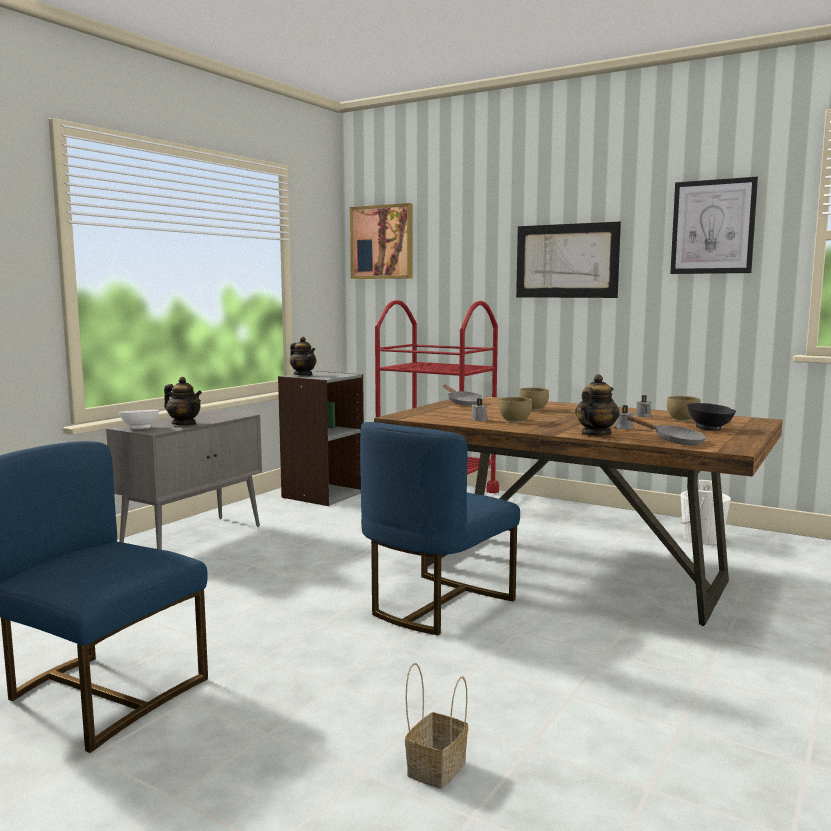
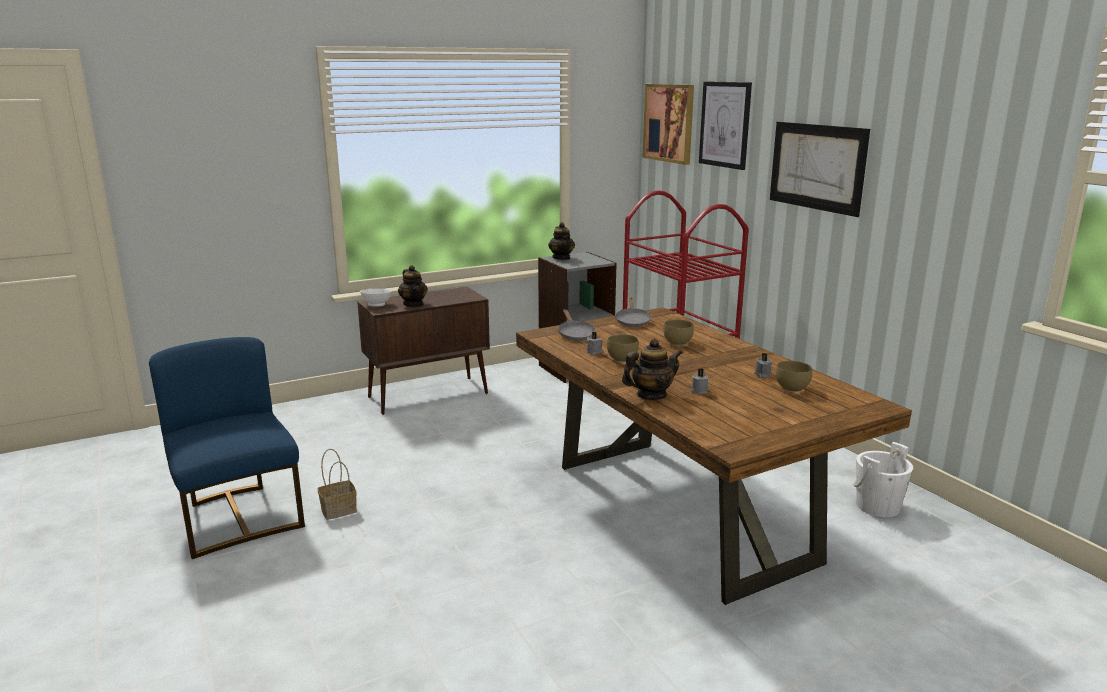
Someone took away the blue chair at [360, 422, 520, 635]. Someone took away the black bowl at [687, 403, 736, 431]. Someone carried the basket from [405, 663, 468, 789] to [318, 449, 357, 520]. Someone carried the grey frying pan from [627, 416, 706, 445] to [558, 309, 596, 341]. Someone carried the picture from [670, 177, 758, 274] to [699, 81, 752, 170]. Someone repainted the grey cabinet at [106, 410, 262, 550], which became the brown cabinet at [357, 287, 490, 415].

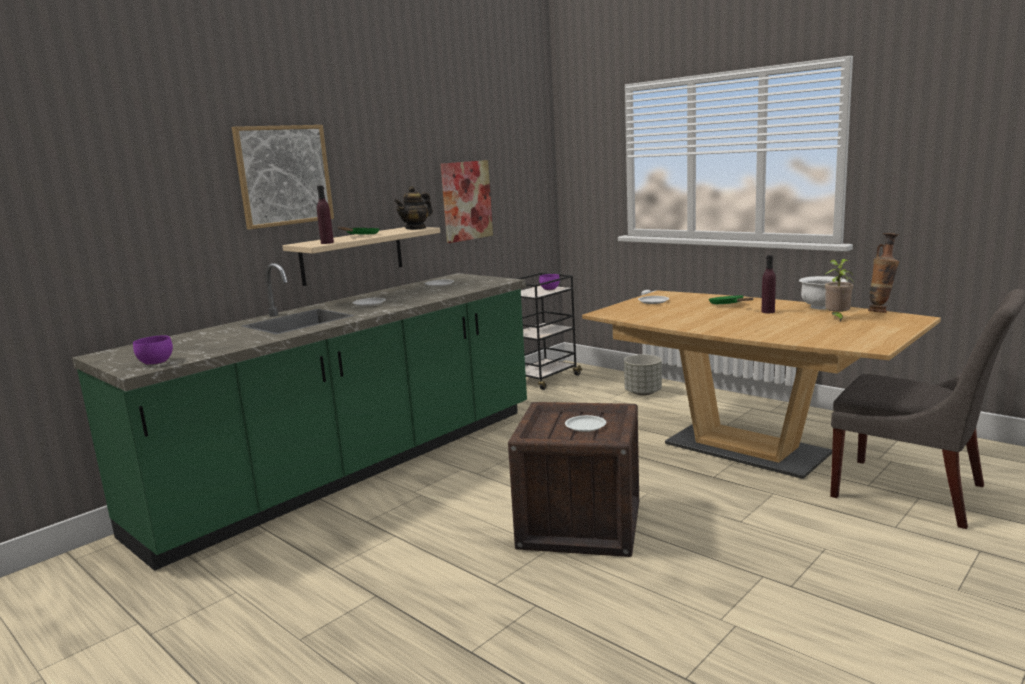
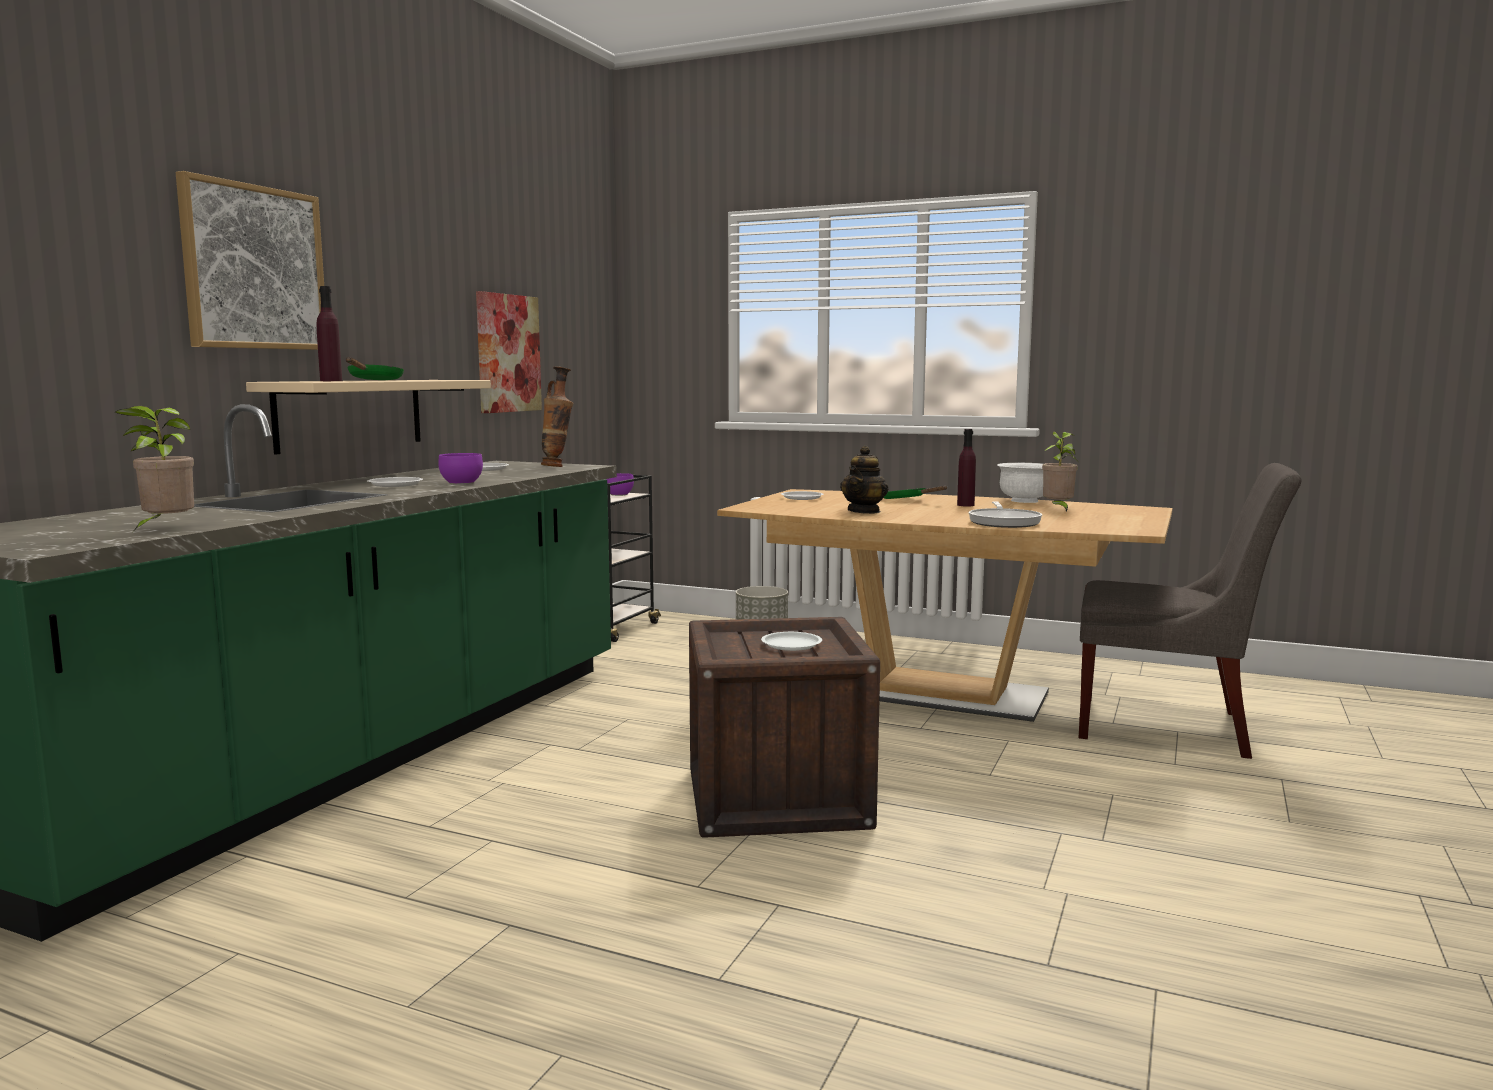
Someone put down the potted plant at [114, 406, 194, 530]. Someone put down the frying pan at [969, 501, 1042, 528]. Someone carried the purple bowl from [133, 336, 173, 365] to [438, 453, 483, 485]. Someone carried the teapot from [394, 186, 433, 230] to [840, 446, 888, 514]. Someone carried the vase from [868, 233, 899, 313] to [541, 367, 573, 467].

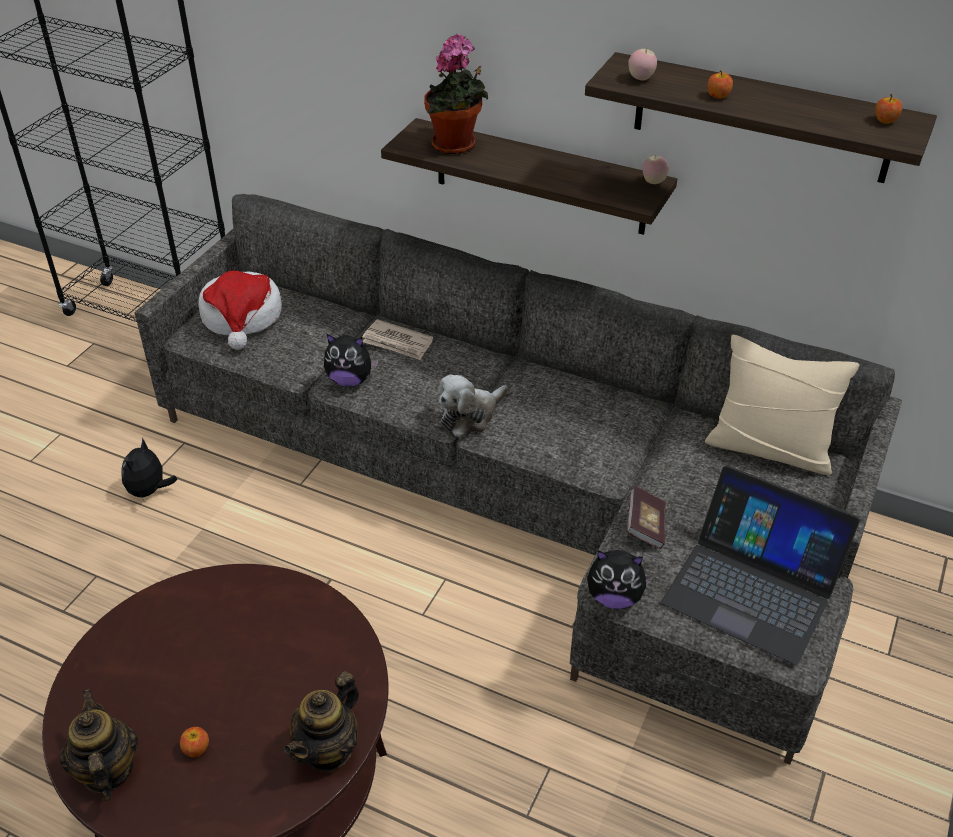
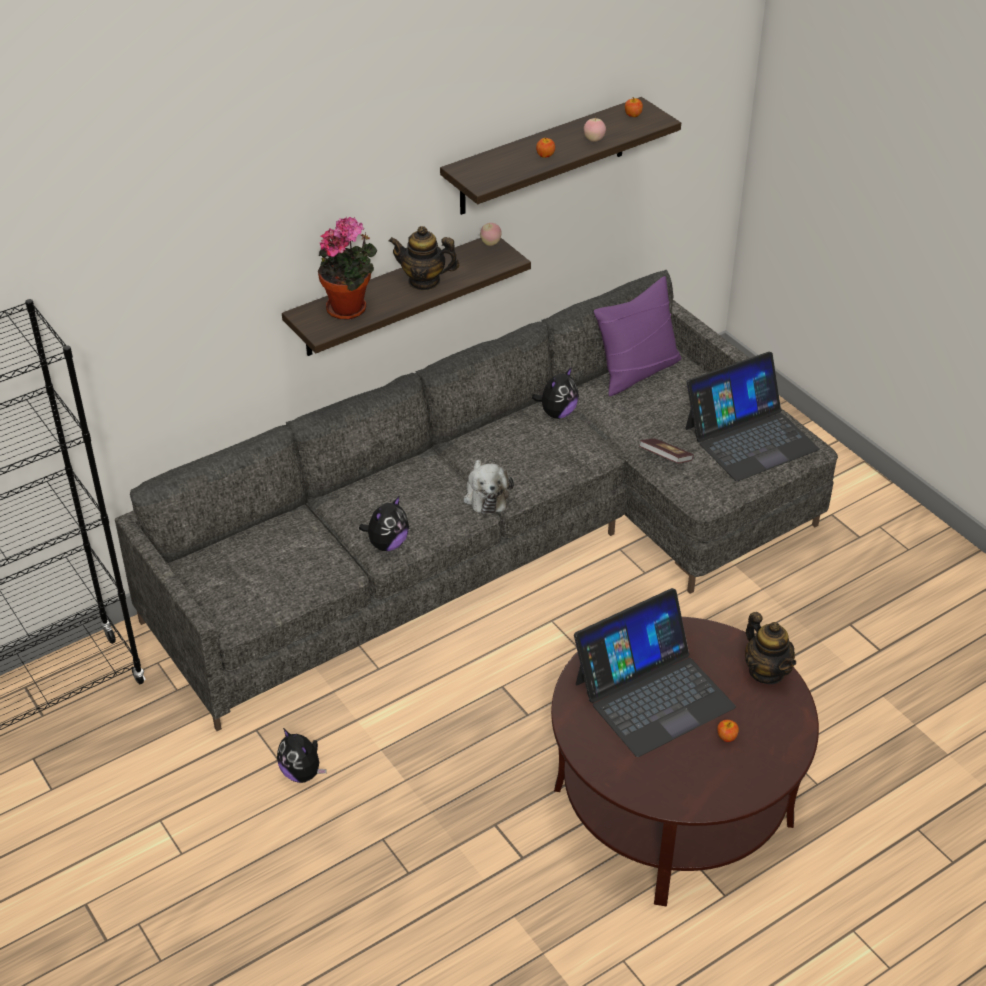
Someone took away the hat at [199, 271, 282, 350]. Someone took away the newspaper at [362, 319, 433, 360]. Someone put down the laptop at [574, 588, 736, 757]. Someone carried the teapot from [60, 689, 138, 802] to [388, 226, 459, 291]. Someone carried the plush toy from [587, 550, 652, 609] to [532, 367, 579, 418]. Someone carried the apple from [628, 48, 657, 81] to [584, 117, 606, 142]. Someone repainted the beige pillow at [705, 335, 860, 475], which became the purple pillow at [594, 276, 682, 396].

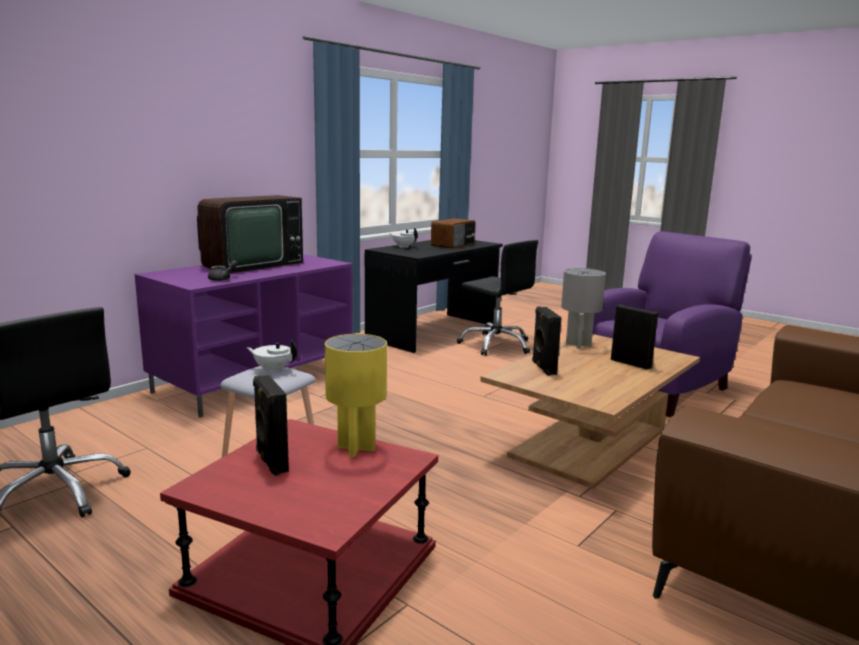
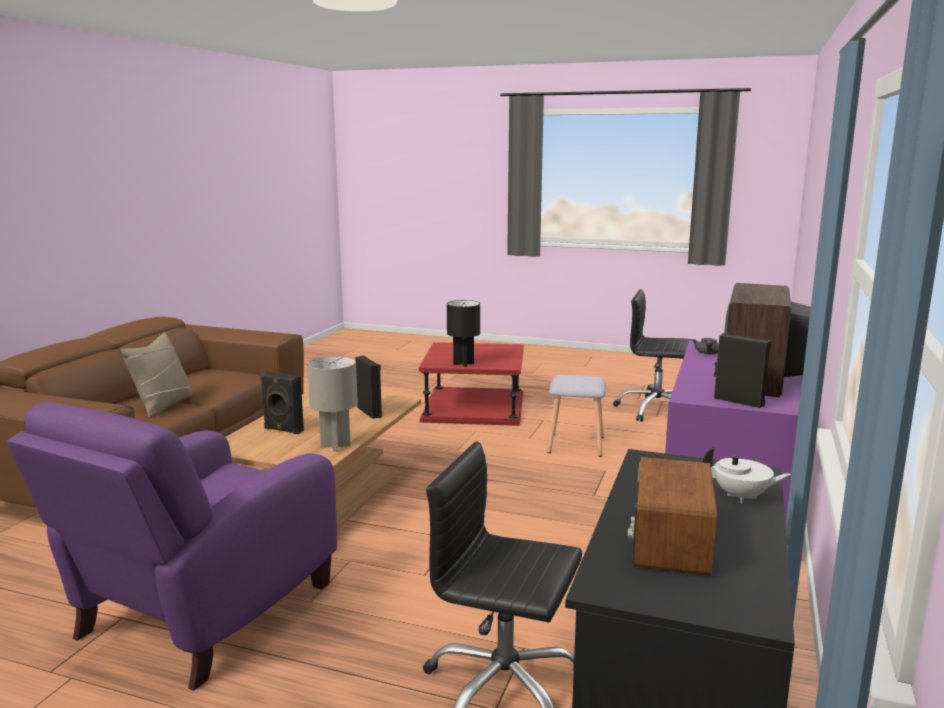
Someone took away the white teapot at [246, 340, 297, 373]. Someone put down the beige pillow at [120, 332, 193, 418]. Someone carried the black speaker from [253, 375, 289, 476] to [714, 333, 771, 408]. Someone repainted the yellow table lamp at [325, 334, 387, 457], which became the black table lamp at [447, 300, 480, 367].

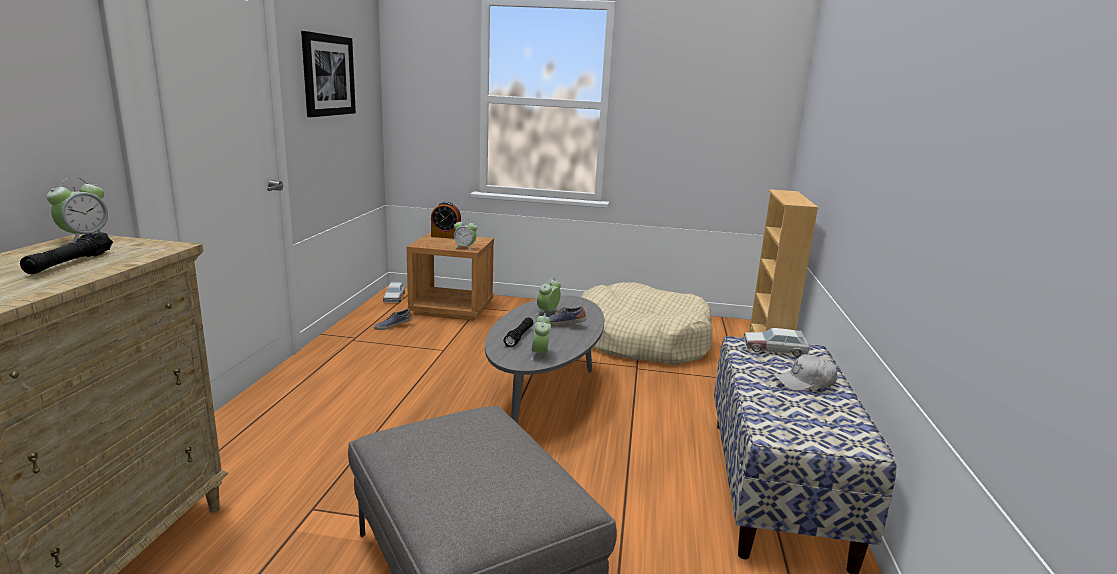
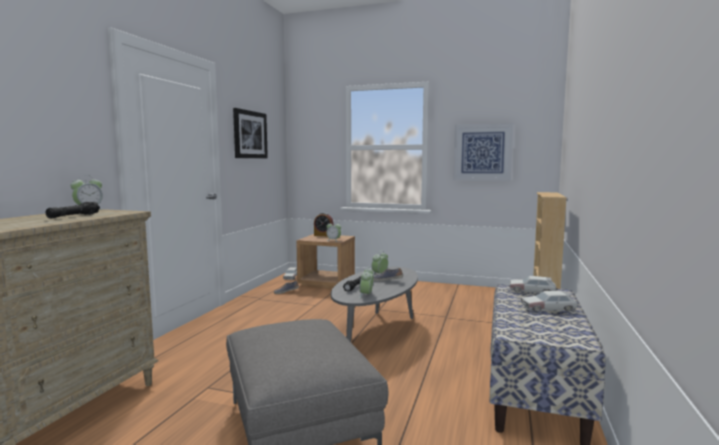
Someone took away the beige dog bed at [582, 282, 712, 365]. Someone put up the picture at [453, 123, 513, 181]. Someone swapped the white cap at [775, 354, 837, 391] for the toy car at [521, 291, 577, 312].

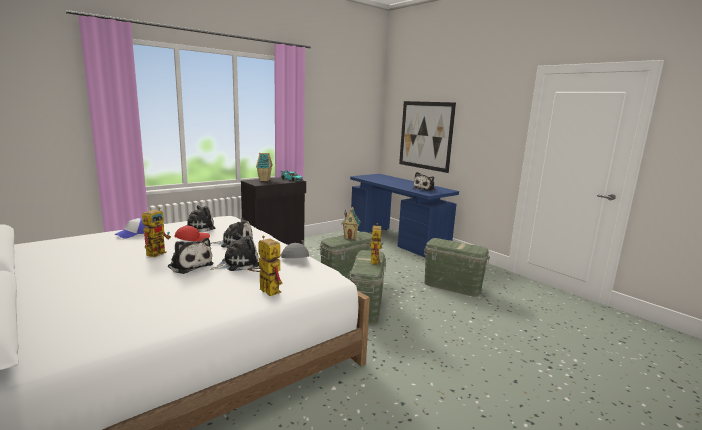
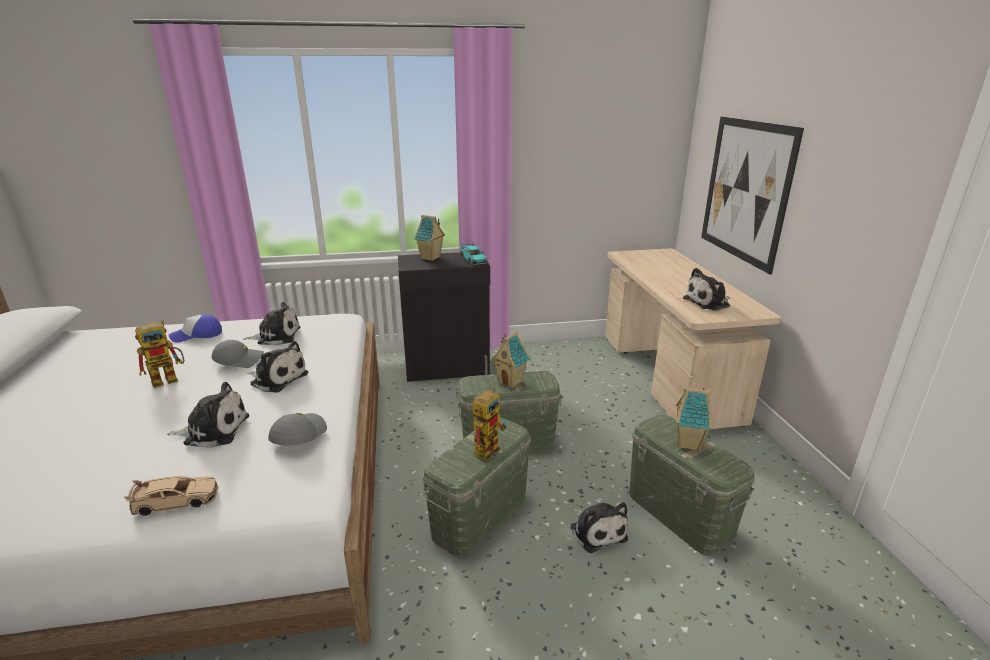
Someone put down the toy house at [676, 388, 712, 451]. Someone carried the plush toy from [168, 238, 213, 274] to [570, 502, 628, 553]. Someone swapped the toy robot at [248, 236, 283, 296] for the beige toy car at [124, 476, 219, 516]. Someone repainted the red cap at [174, 226, 210, 242], which became the grey cap at [211, 340, 264, 368]. Someone repainted the blue desk at [350, 174, 459, 258], which became the beige desk at [605, 249, 781, 429].

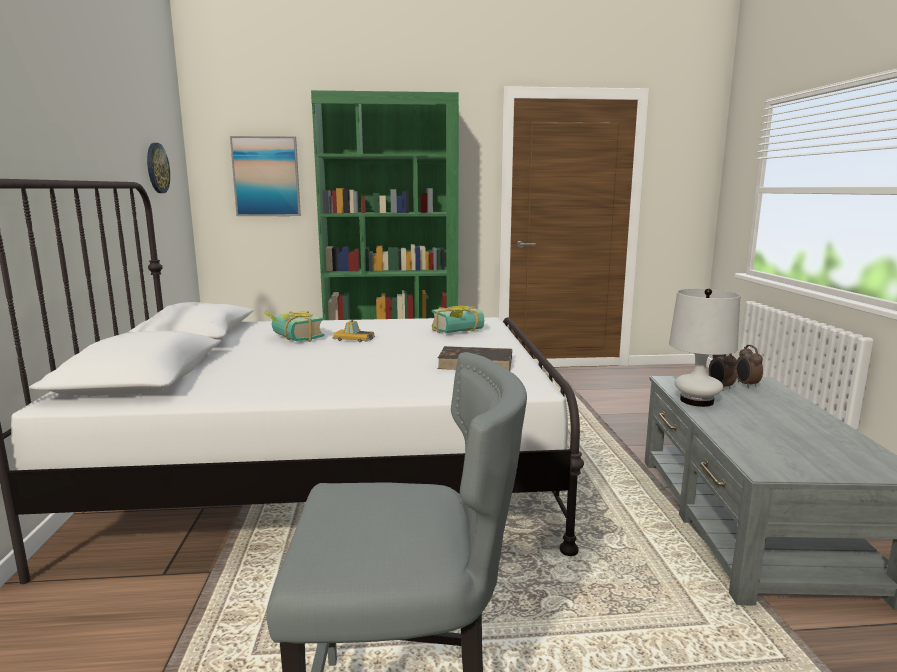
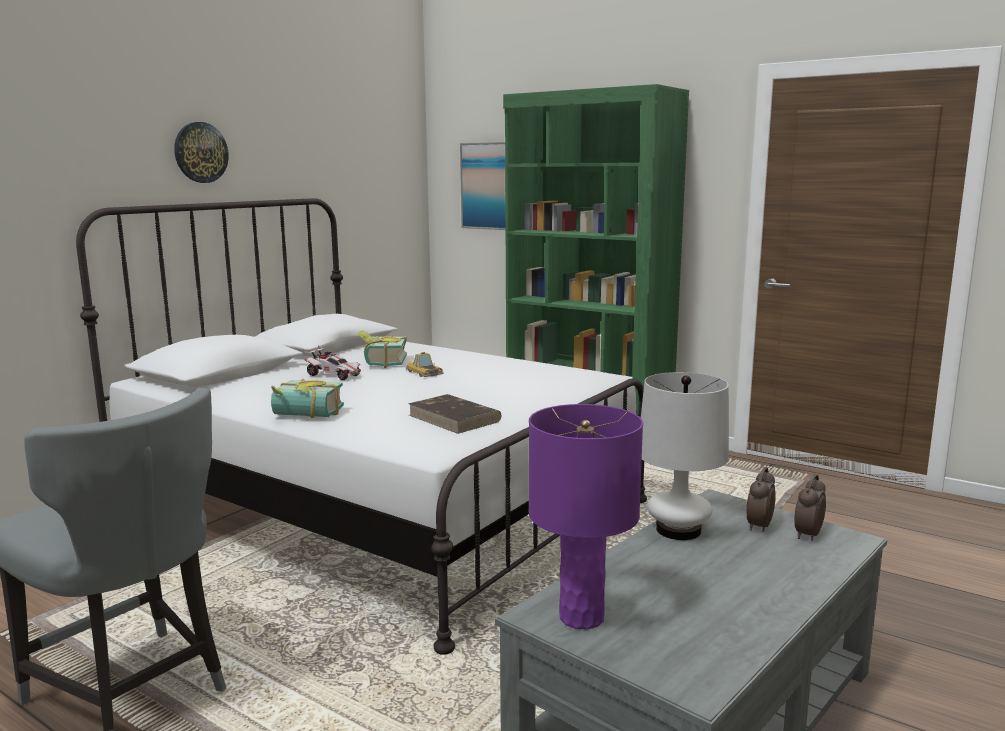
Someone put down the toy car at [304, 346, 361, 380]. Someone put down the purple table lamp at [529, 404, 643, 630]. Someone carried the wall clock from [147, 143, 170, 193] to [174, 122, 229, 183]. Someone carried the book from [432, 306, 484, 333] to [271, 379, 344, 418].

